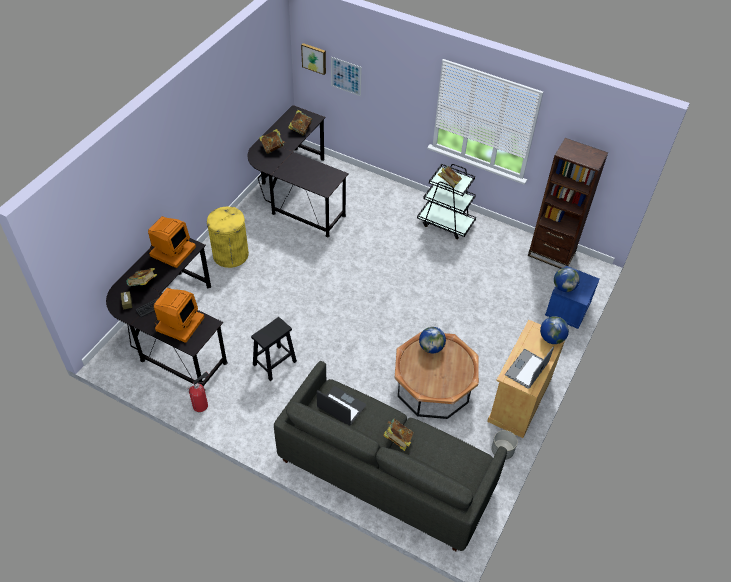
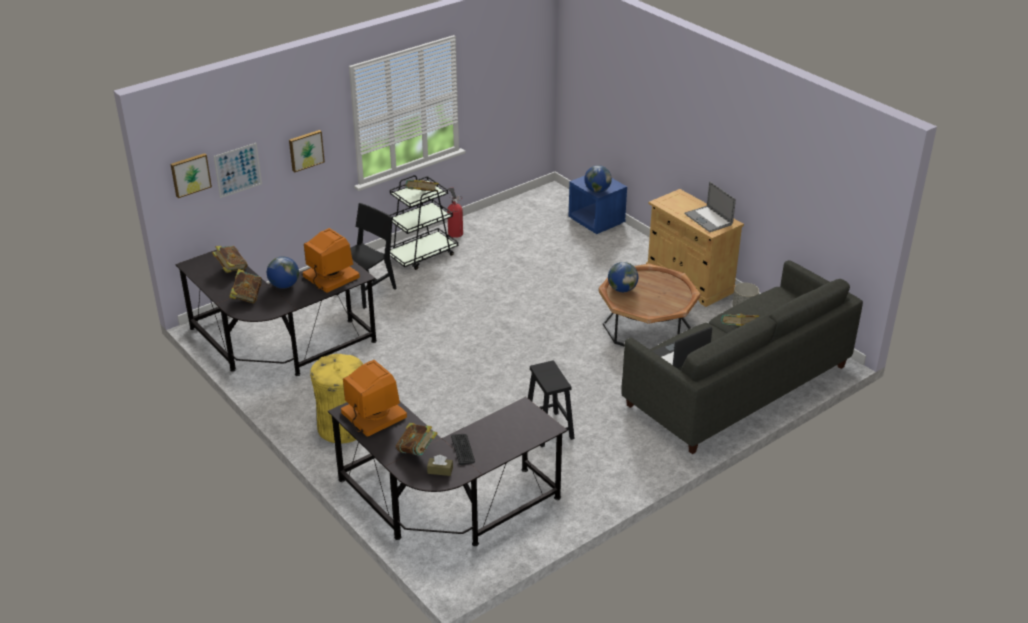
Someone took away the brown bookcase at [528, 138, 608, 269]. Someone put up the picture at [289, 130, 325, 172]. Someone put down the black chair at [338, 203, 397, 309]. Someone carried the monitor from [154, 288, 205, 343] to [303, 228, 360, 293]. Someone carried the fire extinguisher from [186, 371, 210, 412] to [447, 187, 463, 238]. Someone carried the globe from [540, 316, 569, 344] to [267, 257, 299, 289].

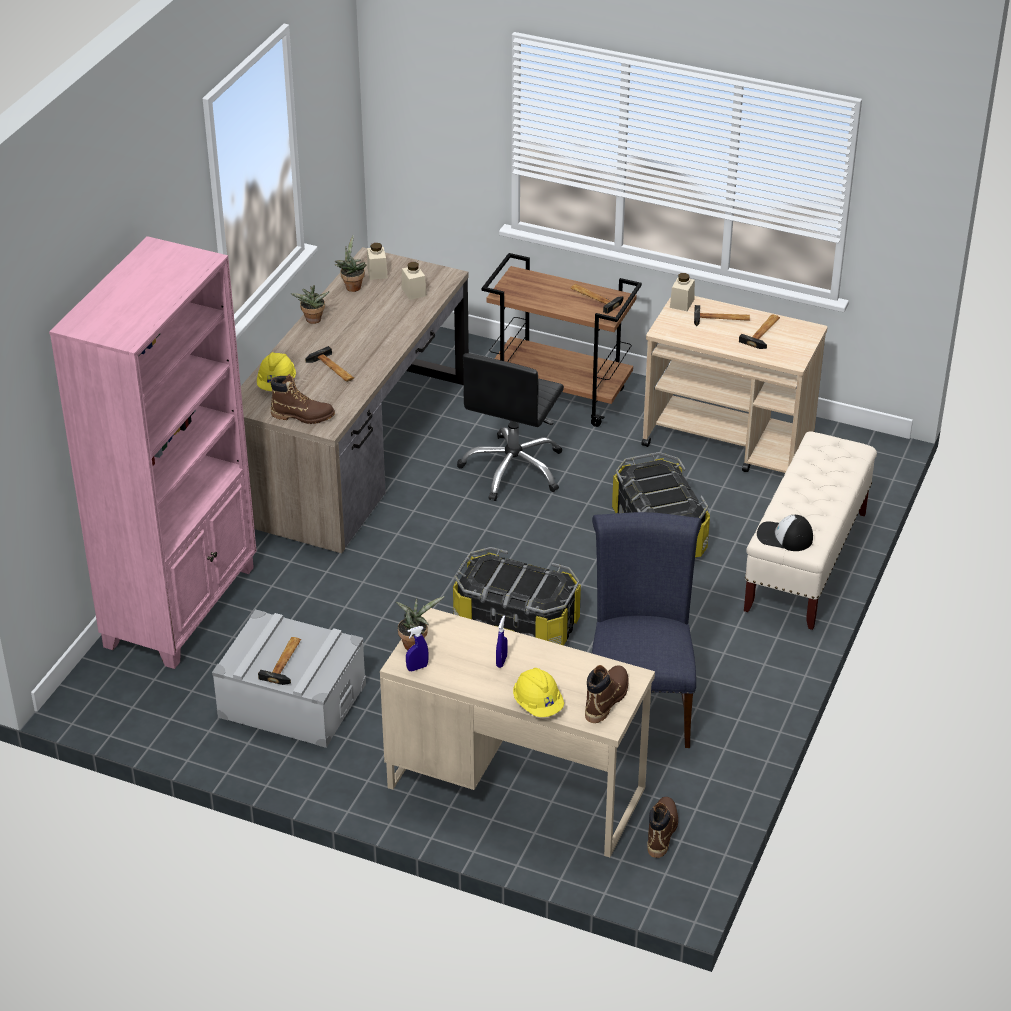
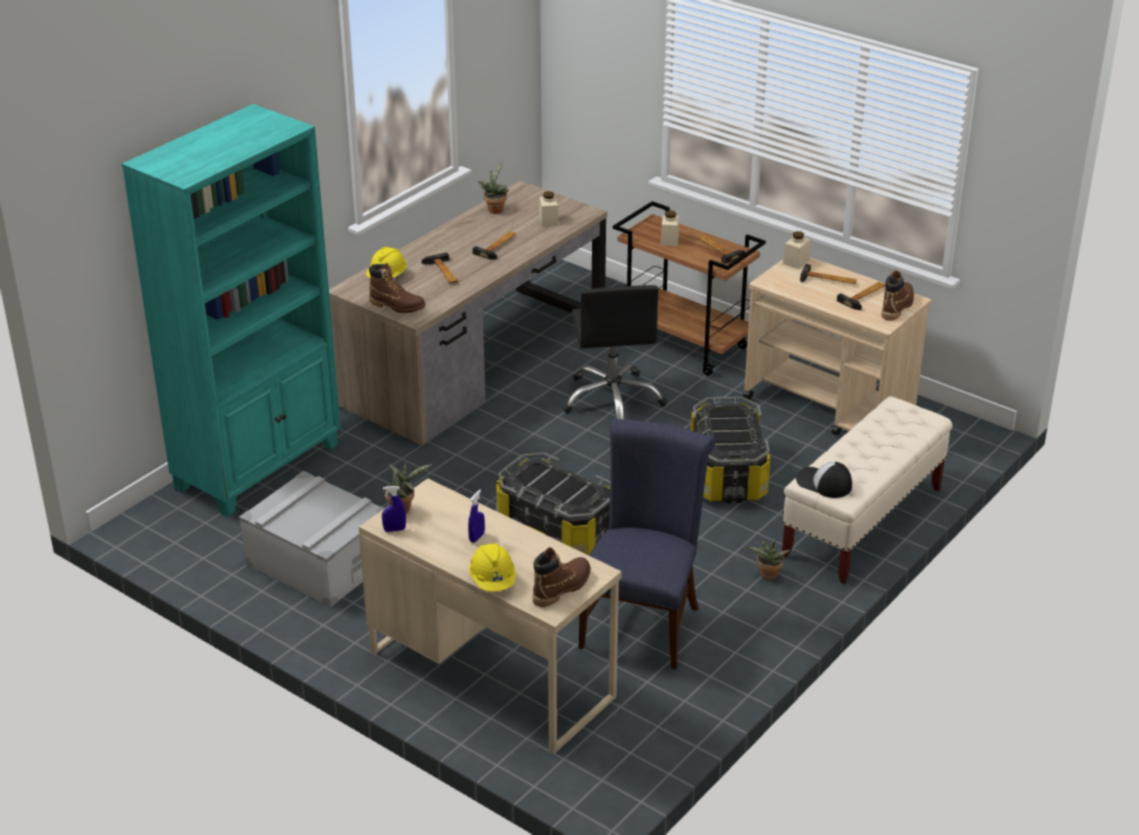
Someone carried the hammer from [258, 637, 301, 685] to [472, 231, 516, 260]. Someone carried the potted plant from [290, 285, 330, 324] to [748, 540, 790, 580]. Someone carried the beige jar from [367, 243, 388, 280] to [660, 210, 679, 246]. Someone carried the brown boot from [647, 797, 678, 858] to [882, 270, 914, 321]. Someone repainted the pink bookcase at [49, 236, 257, 669], which became the turquoise bookcase at [122, 104, 341, 517]. Someone rotated the black office chair at [457, 353, 564, 501] by 45 degrees counterclockwise.

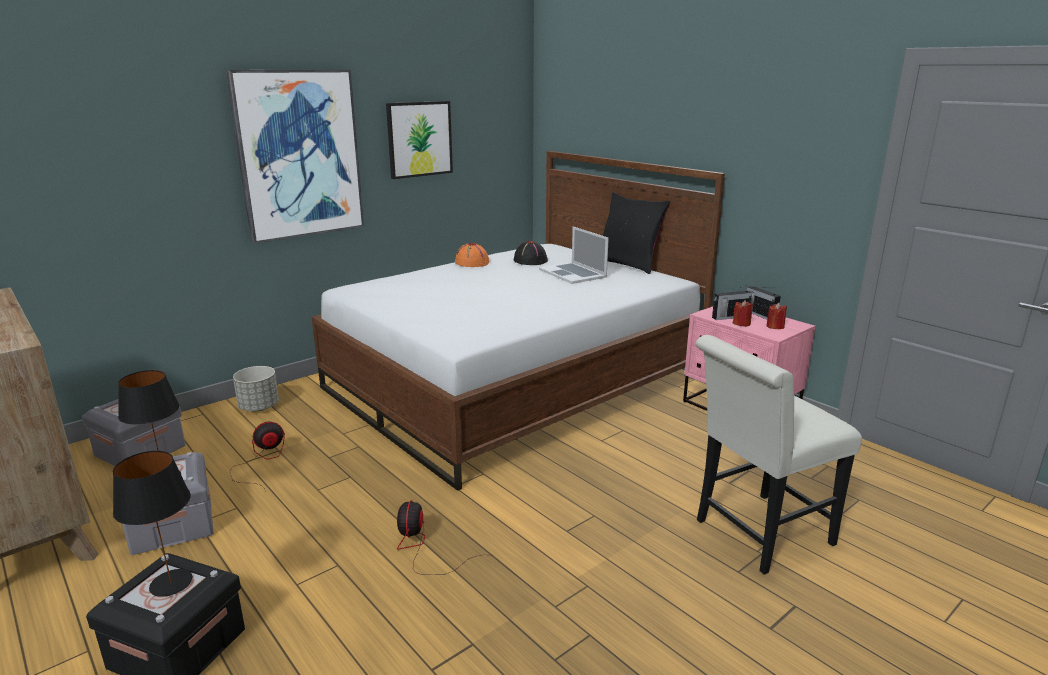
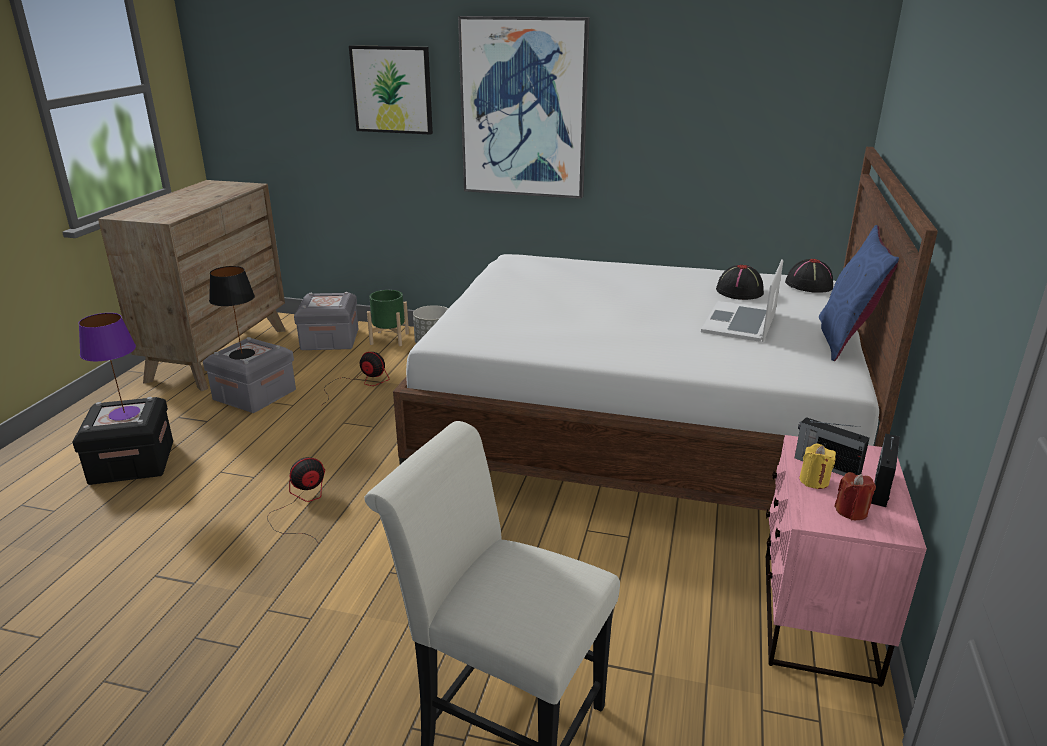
Someone took away the orange hat at [455, 243, 489, 267]. Someone put down the green planter at [367, 290, 409, 346]. Someone put down the black hat at [785, 259, 833, 293]. Someone carried the picture from [386, 101, 453, 179] to [349, 45, 433, 135]. Someone repainted the black table lamp at [113, 451, 193, 597], which became the purple table lamp at [78, 313, 140, 420]. Someone repainted the black pillow at [603, 192, 670, 274], which became the blue pillow at [819, 225, 899, 361]. Someone repainted the red candle at [733, 300, 753, 327], which became the yellow candle at [799, 444, 836, 489].

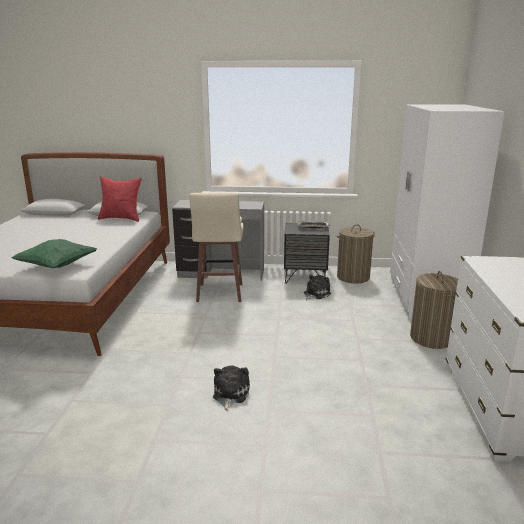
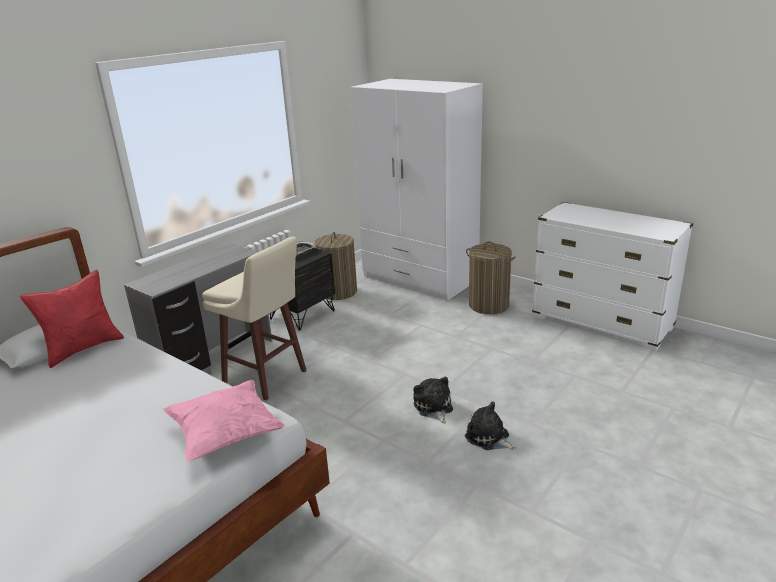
Someone carried the plush toy from [304, 275, 331, 300] to [413, 377, 453, 423]. Someone repainted the green pillow at [11, 239, 97, 268], which became the pink pillow at [163, 380, 285, 462].

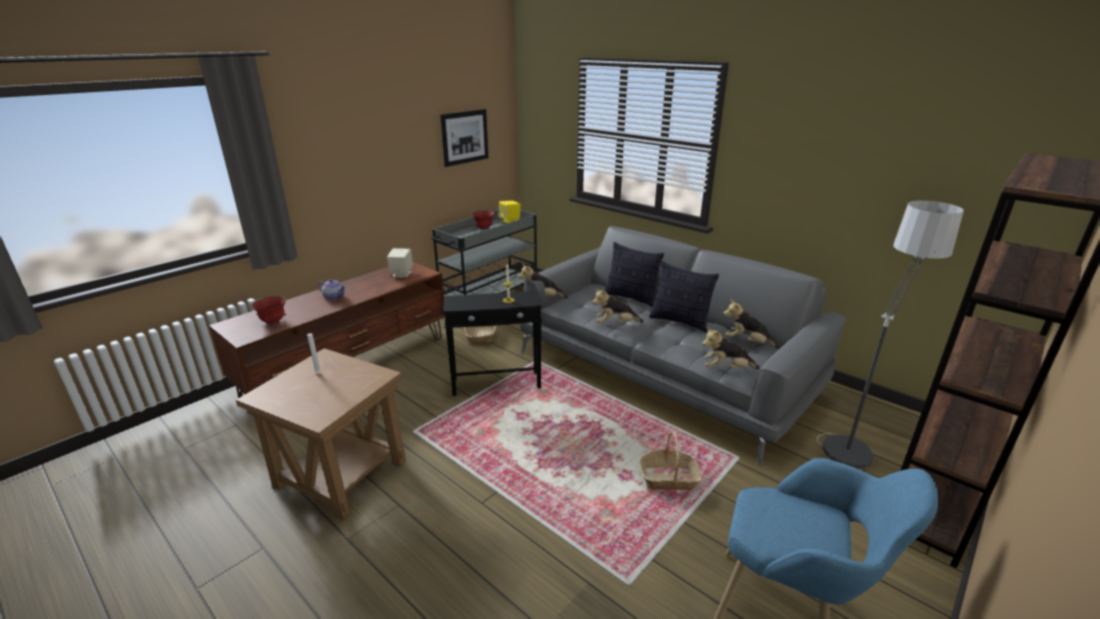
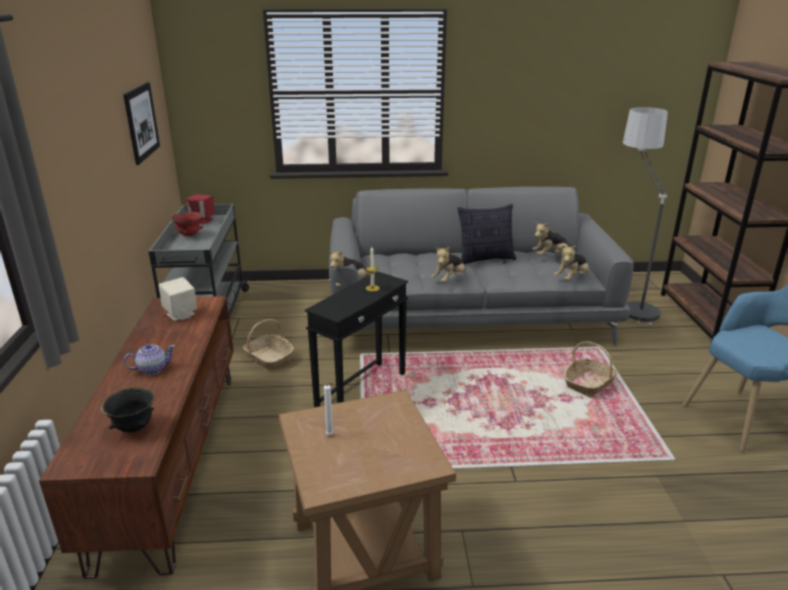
Someone took away the pillow at [604, 242, 664, 307]. Someone repainted the red bowl at [251, 296, 286, 323], which became the black bowl at [100, 387, 155, 432]. Someone repainted the yellow speaker at [499, 201, 521, 223], which became the red speaker at [186, 195, 215, 224].

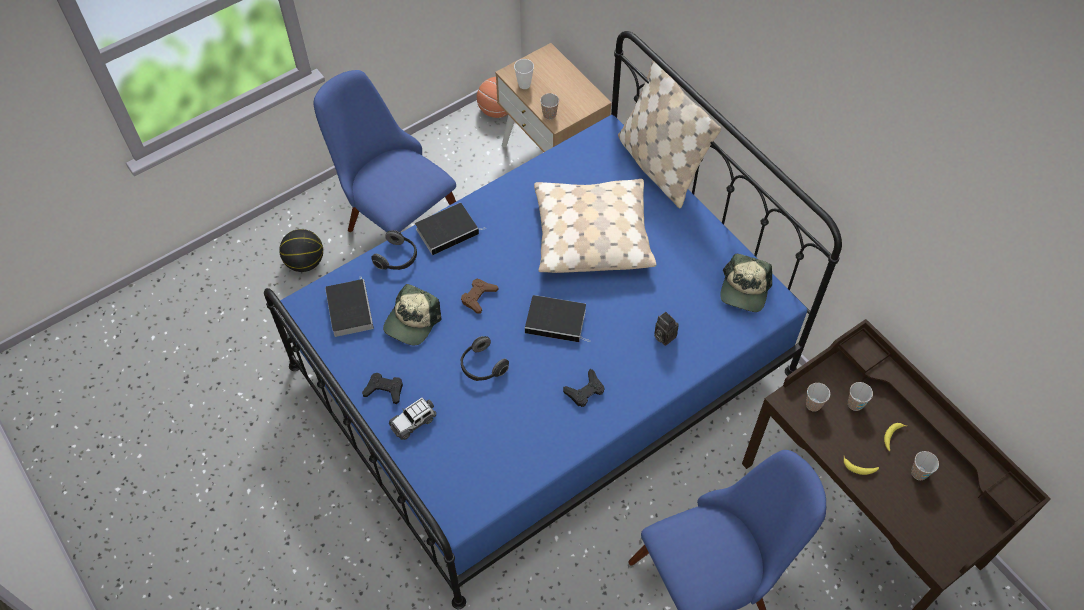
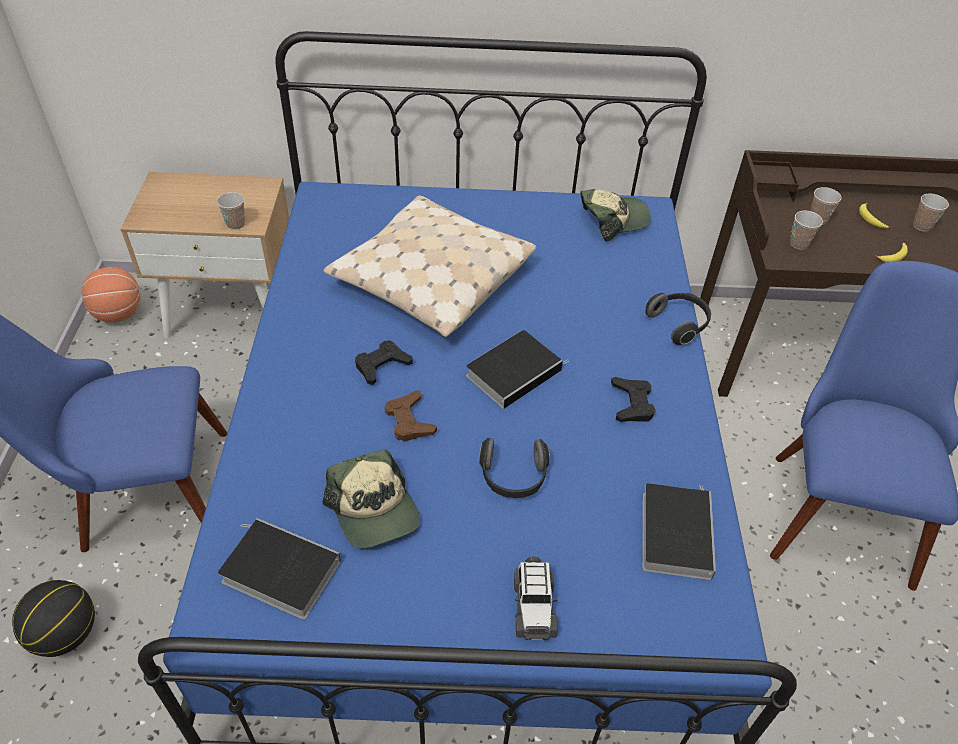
Someone took away the cup at [514, 59, 534, 89]. Someone took away the beige pillow at [618, 60, 721, 208]. Someone took away the photo camera at [654, 312, 678, 346]. Someone carried the black game controller from [362, 373, 403, 404] to [355, 340, 413, 385]. Someone carried the headphones from [371, 230, 417, 270] to [645, 293, 711, 345]. Someone carried the book from [415, 203, 486, 255] to [643, 483, 716, 580]. Someone rotated the cap at [720, 254, 772, 312] by 75 degrees counterclockwise.

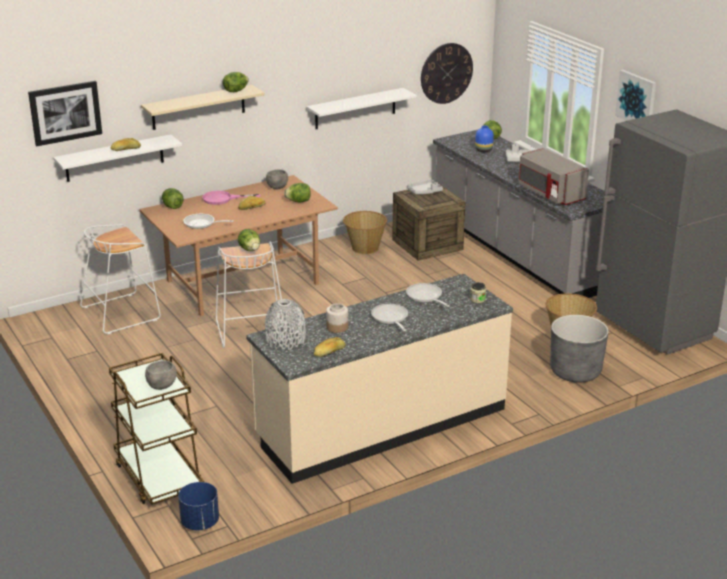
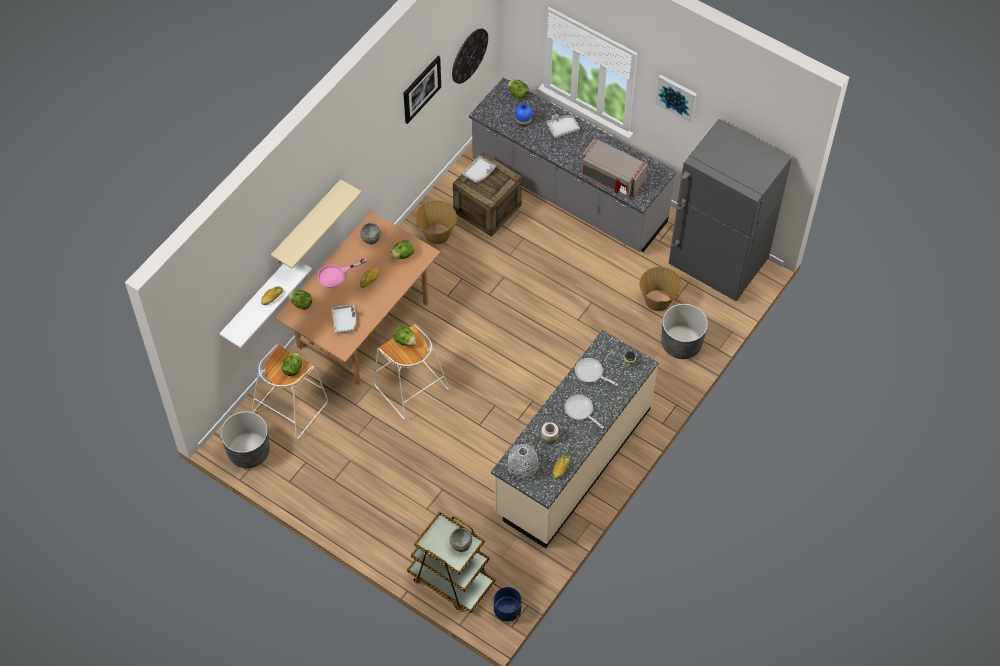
Someone took away the white shelf at [306, 88, 417, 129]. Someone put down the grey planter at [220, 411, 270, 468]. Someone carried the picture from [28, 81, 102, 146] to [403, 56, 441, 124]. Someone carried the lettuce from [223, 72, 249, 92] to [281, 353, 302, 376]. Someone swapped the frying pan at [183, 214, 234, 229] for the grey tray at [332, 305, 356, 334].

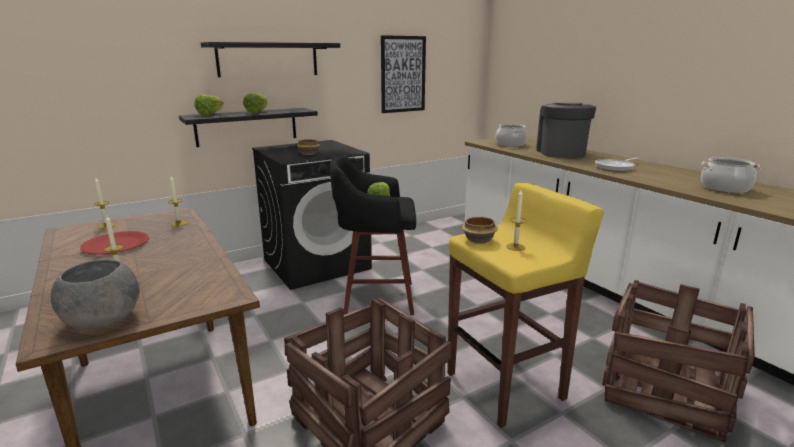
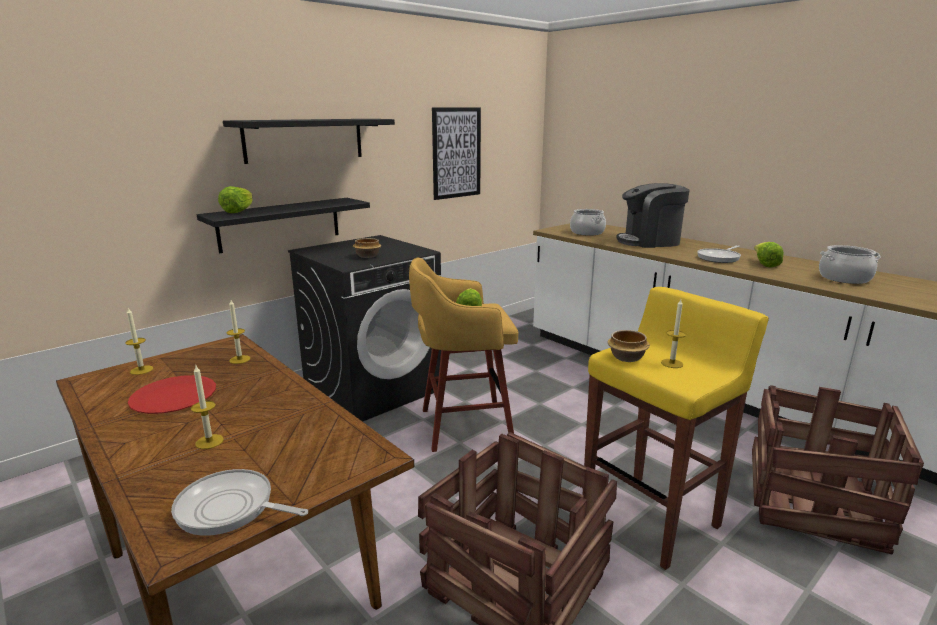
Someone carried the lettuce from [243, 92, 267, 113] to [754, 242, 784, 268]. Someone swapped the grey bowl at [51, 259, 140, 330] for the frying pan at [171, 469, 308, 536]. Someone repainted the black stool at [330, 155, 416, 315], which became the yellow stool at [409, 258, 518, 452]. Someone rotated the coffee machine at [536, 103, 596, 158] by 90 degrees counterclockwise.

